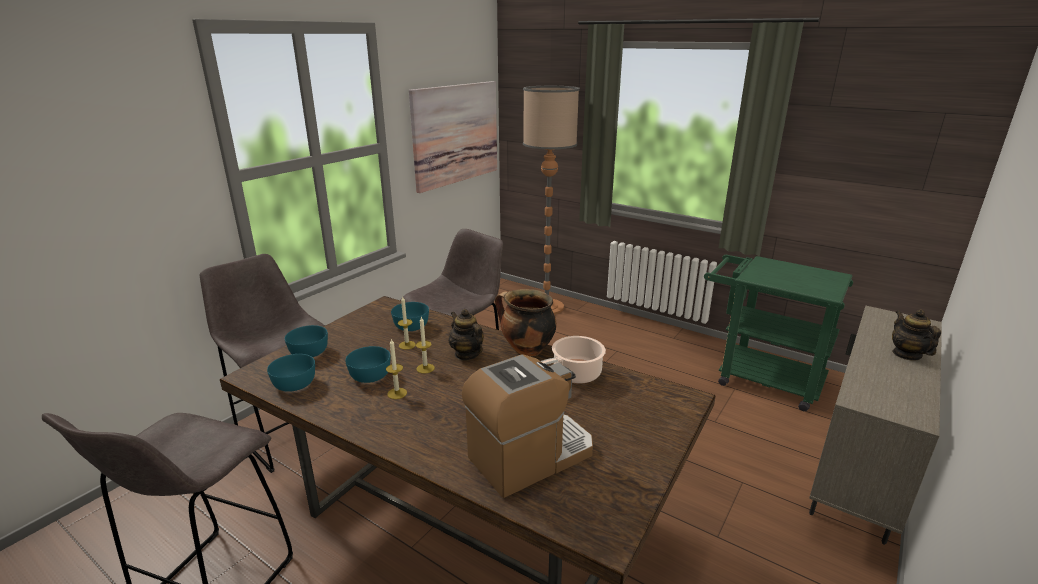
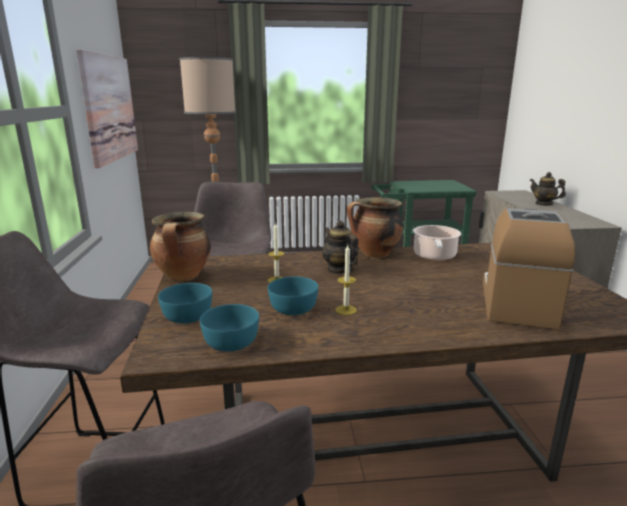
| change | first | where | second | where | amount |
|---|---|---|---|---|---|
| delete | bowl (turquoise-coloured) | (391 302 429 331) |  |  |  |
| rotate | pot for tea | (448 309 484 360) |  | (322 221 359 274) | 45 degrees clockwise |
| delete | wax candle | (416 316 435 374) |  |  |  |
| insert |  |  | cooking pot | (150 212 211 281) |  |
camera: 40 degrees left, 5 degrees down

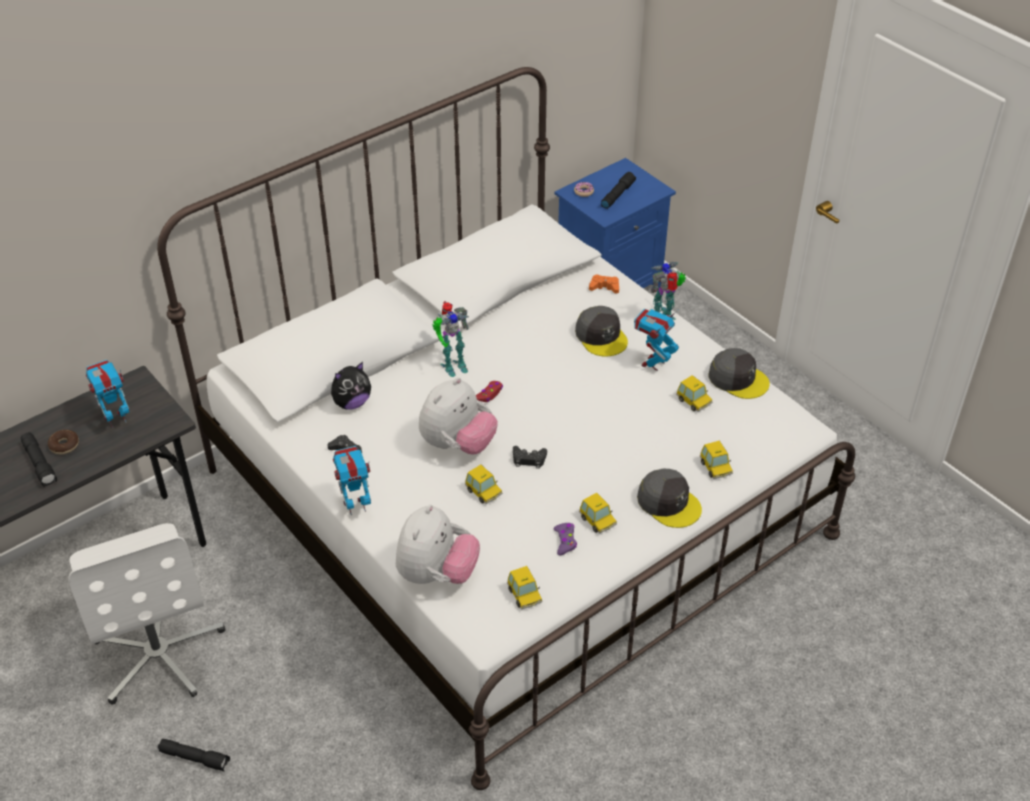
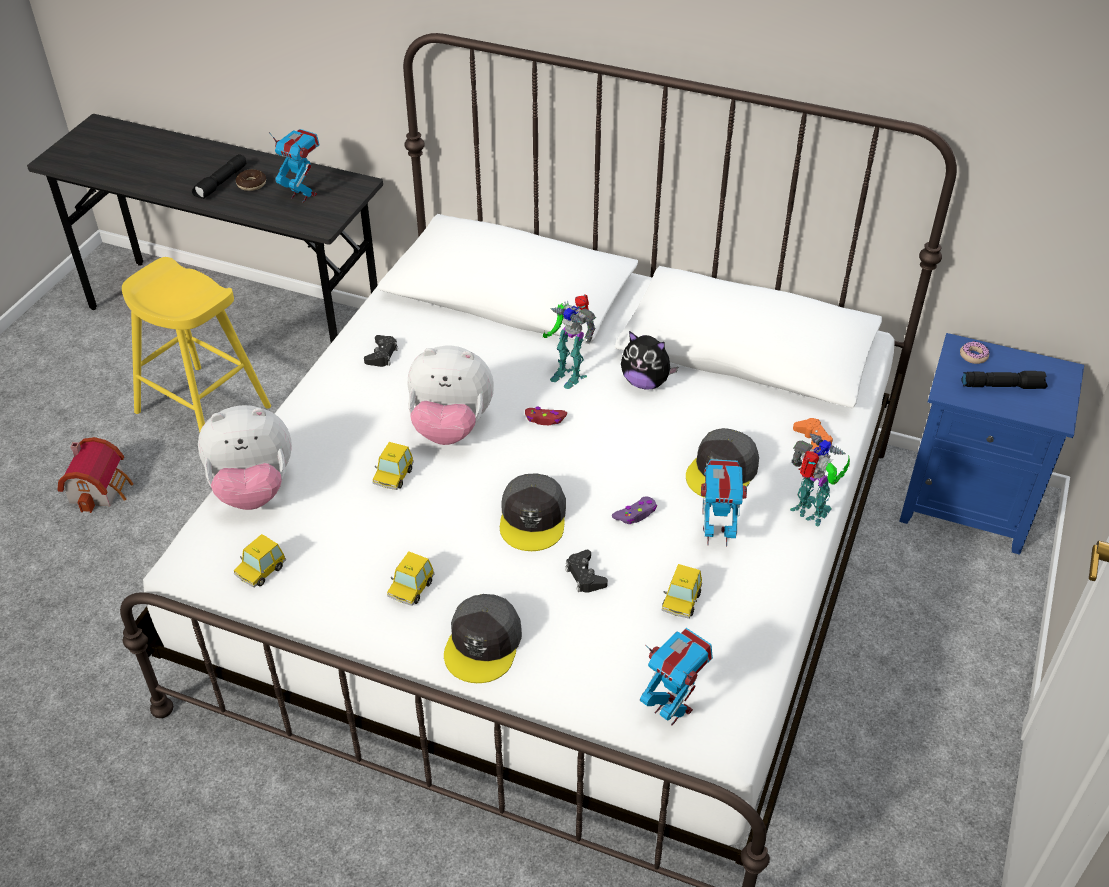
| change | first | where | second | where | amount |
|---|---|---|---|---|---|
| move | baseball cap (greyish) | (708 348 770 399) |  | (500 473 566 551) |  |
| move | soft toy | (331 362 371 410) |  | (621 331 678 389) |  |
| delete | miniature car | (700 441 733 479) |  |  |  |
| move | robot figure | (333 446 371 515) |  | (640 628 713 725) |  |
| move | joypad (blackish) | (513 446 547 469) |  | (565 550 608 593) |  |
| replace | computer chair (white-coloured) | (68 523 225 705) | stool seat (yellow) | (122 257 271 432) |  |
| move | joypad (purple) | (554 523 577 556) |  | (612 496 657 524) |  |
| replace | hand torch (blackish) | (158 739 230 771) | miniature house | (57 437 133 513) |  |
camera: 60 degrees right, 0 degrees up

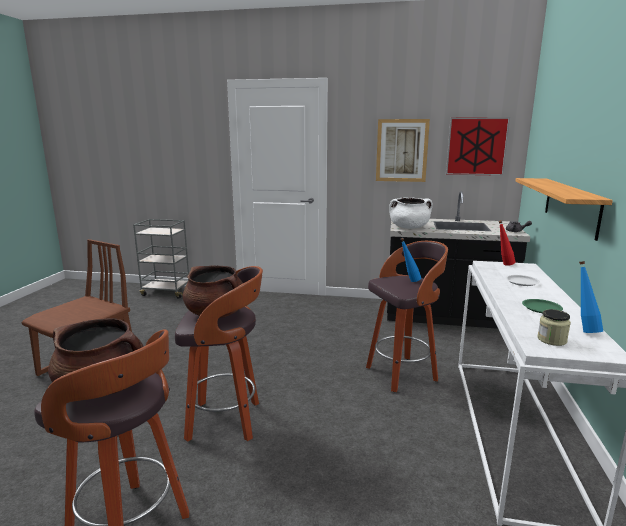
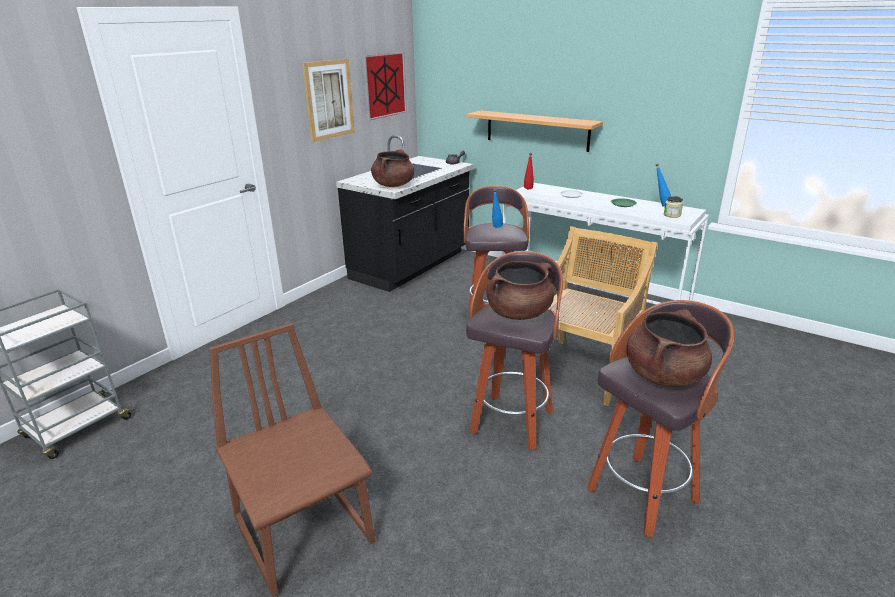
| change | first | where | second | where | amount |
|---|---|---|---|---|---|
| recolor | cooking pot (white-coloured) | (389 197 433 229) | cooking pot (brownish) | (371 150 414 187) |  |
| insert |  |  | chair (sand-coloured) | (535 226 658 406) |  |
camera: 65 degrees left, 10 degrees up

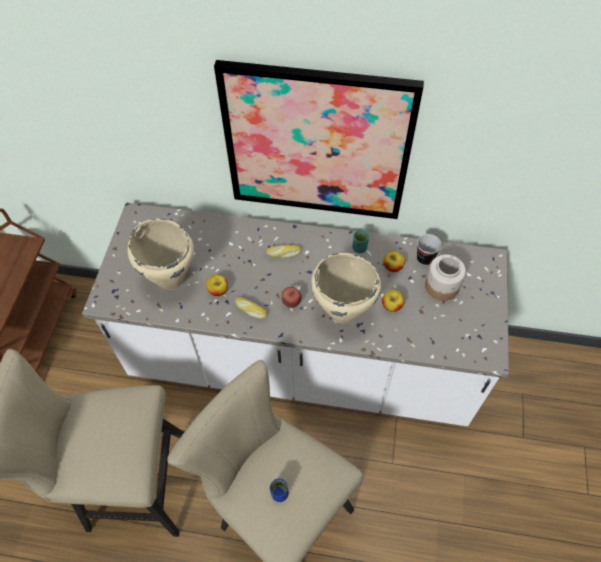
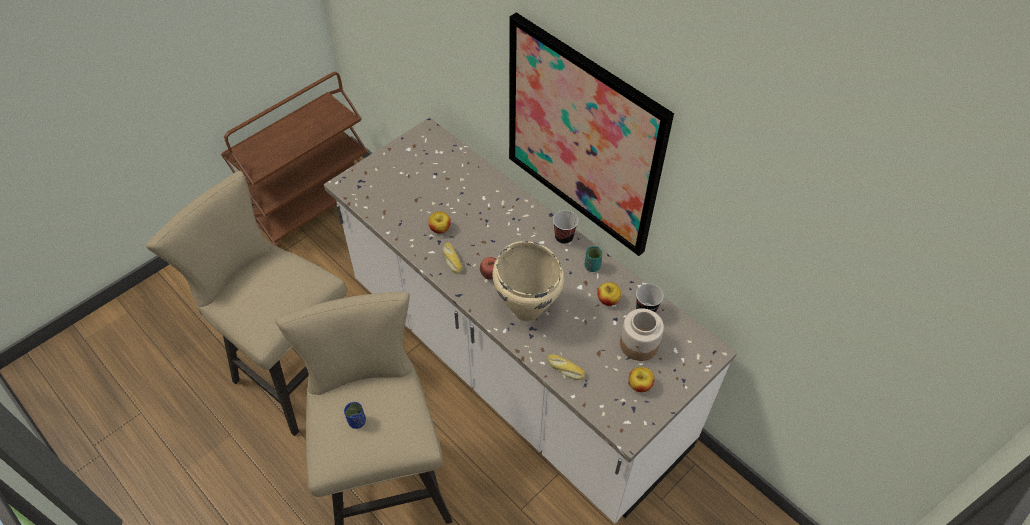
| change | first | where | second | where | amount |
|---|---|---|---|---|---|
| delete | cooking pot (sand-coloured) | (127 219 194 290) |  |  |  |
| move | bakery bread | (266 245 302 257) |  | (547 354 585 380) |  |
| move | whole apple | (382 290 405 312) |  | (629 367 655 392) |  |
| insert |  |  | small cup | (553 210 578 244) |  |
camera: 35 degrees right, 5 degrees down

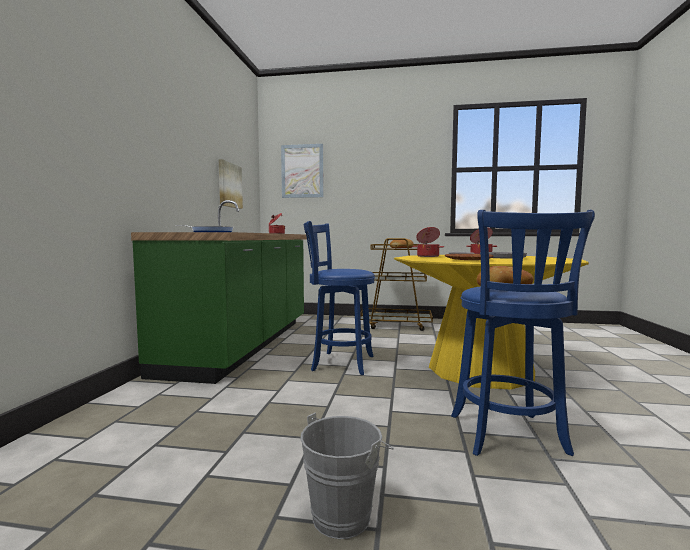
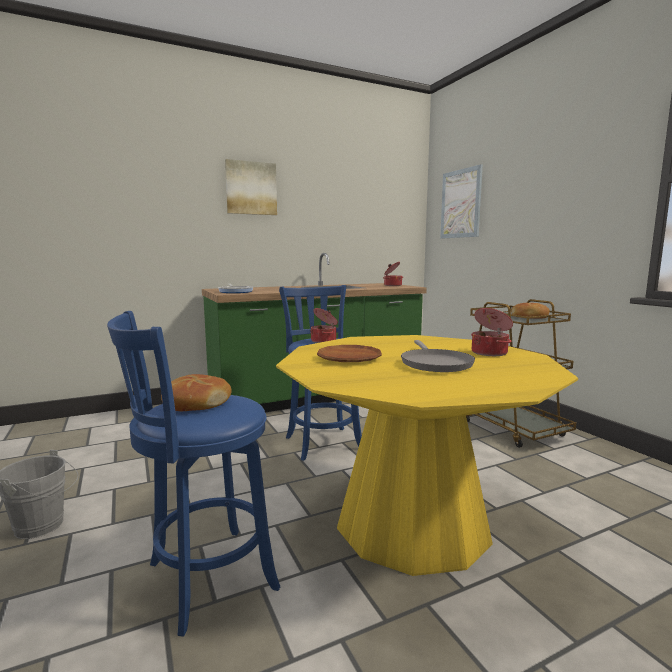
| change | first | where | second | where | amount |
|---|---|---|---|---|---|
| move | picture | (219 159 243 209) |  | (225 159 277 215) |  |
| move | cooking pot | (413 227 444 257) |  | (311 308 338 343) |  |
camera: 55 degrees right, 5 degrees up

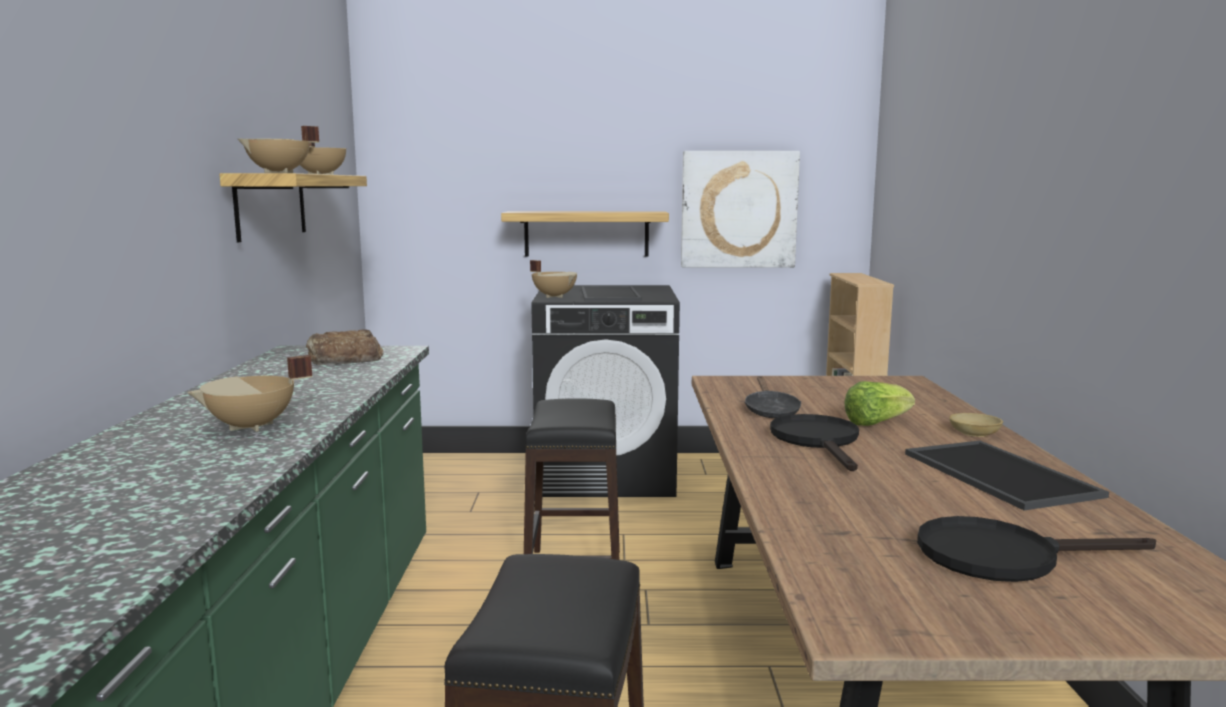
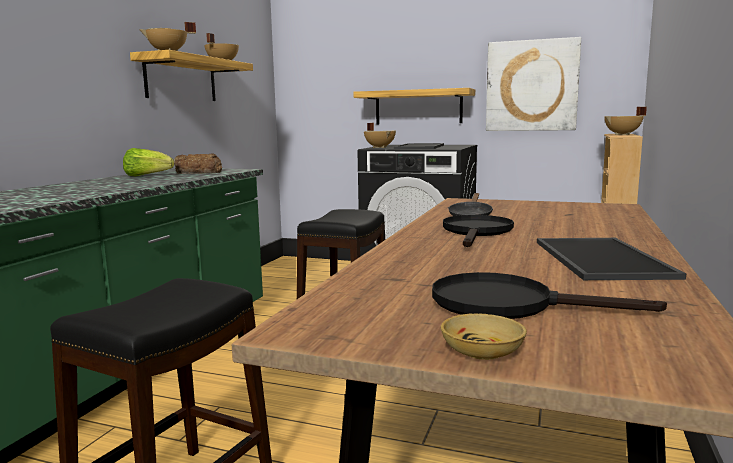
| change | first | where | second | where | amount |
|---|---|---|---|---|---|
| move | cooking pot (sand-coloured) | (187 355 312 432) |  | (604 107 647 135) |  |
| move | lettuce head | (844 381 915 426) |  | (123 148 174 176) |  |
| move | bowl (sand-coloured) | (949 413 1003 437) |  | (441 313 527 360) |  |
camera: 20 degrees right, 0 degrees up

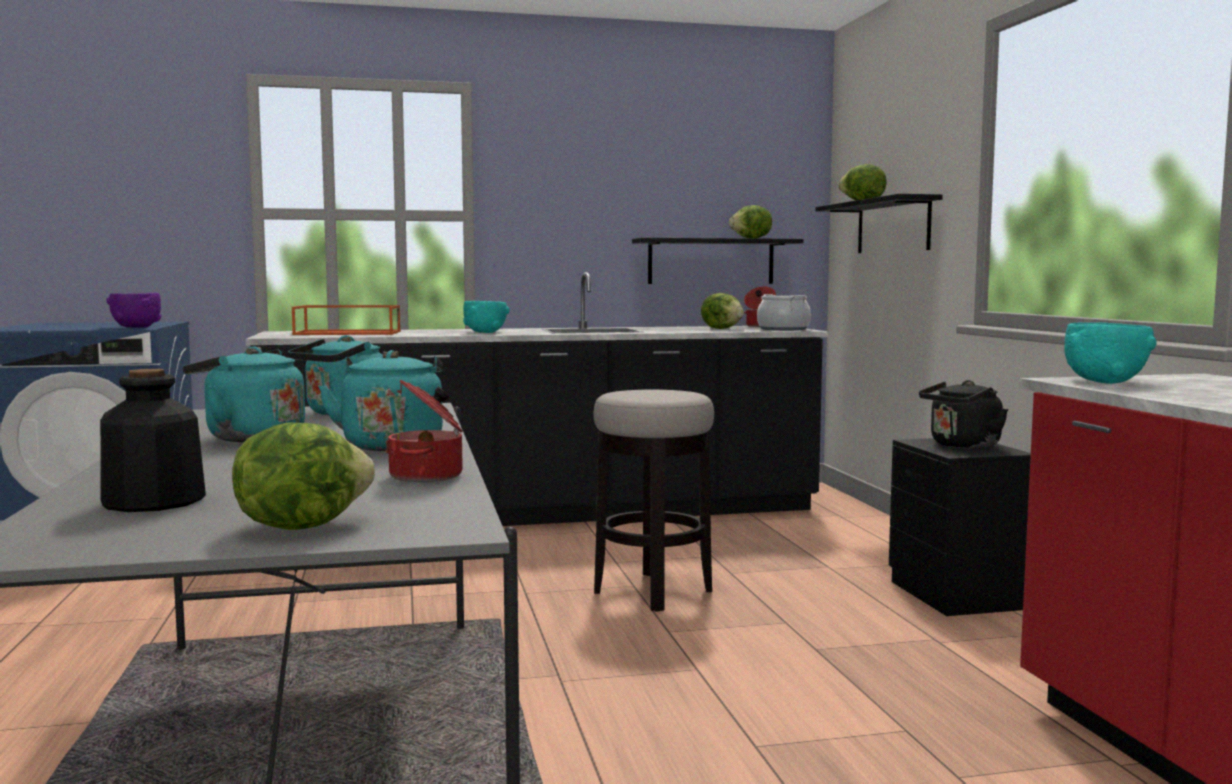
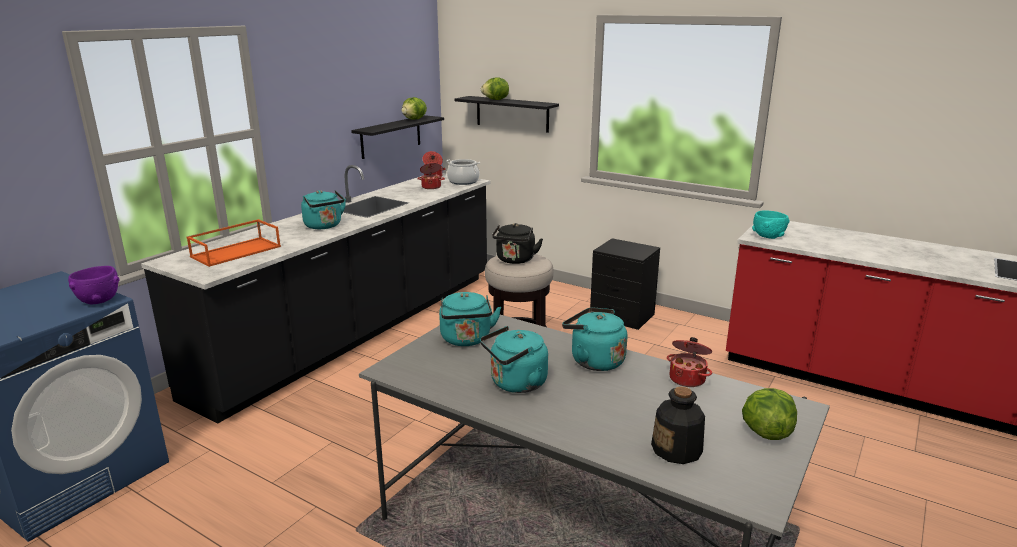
| change | first | where | second | where | amount |
|---|---|---|---|---|---|
| replace | lettuce head | (701 293 744 329) | cooking pot | (417 163 445 189) |  |
| replace | bowl (turquoise-coloured) | (463 301 510 333) | tea kettle (turquoise-coloured) | (301 190 346 229) |  |
| move | tea kettle (blackish) | (919 380 1008 449) |  | (492 223 543 264) |  |
camera: 45 degrees left, 15 degrees up

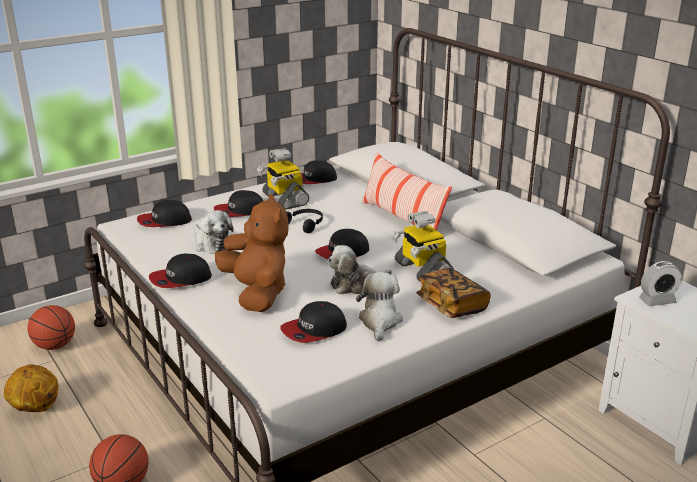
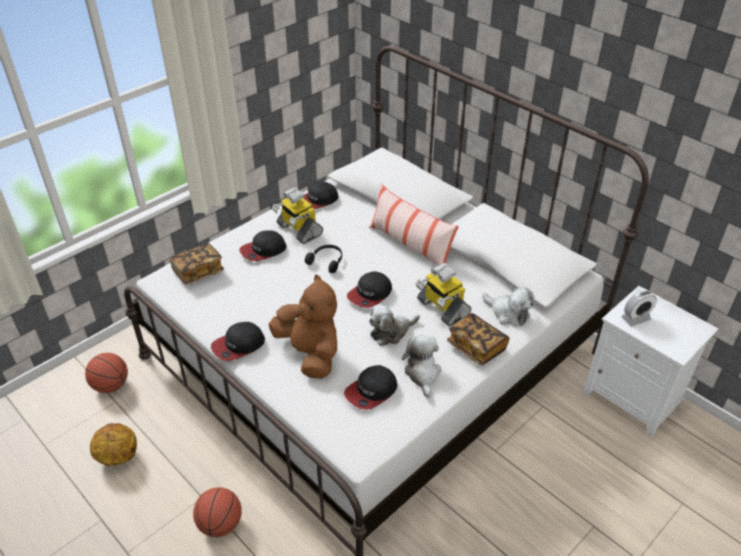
| change | first | where | second | where | amount |
|---|---|---|---|---|---|
| replace | baseball cap | (137 200 192 227) | volume | (169 243 224 284) |  |
| move | soft toy | (193 210 234 254) |  | (482 287 534 326) |  |
camera: 10 degrees left, 15 degrees up

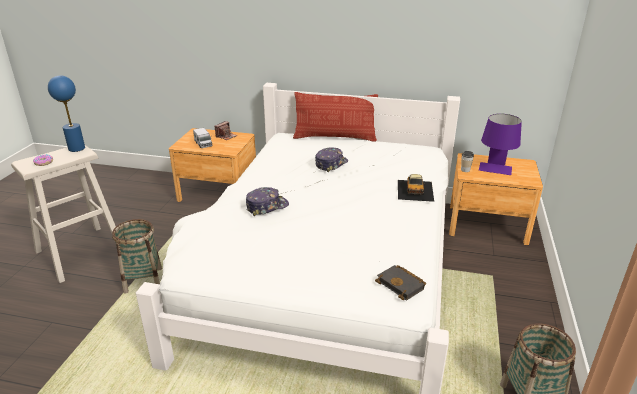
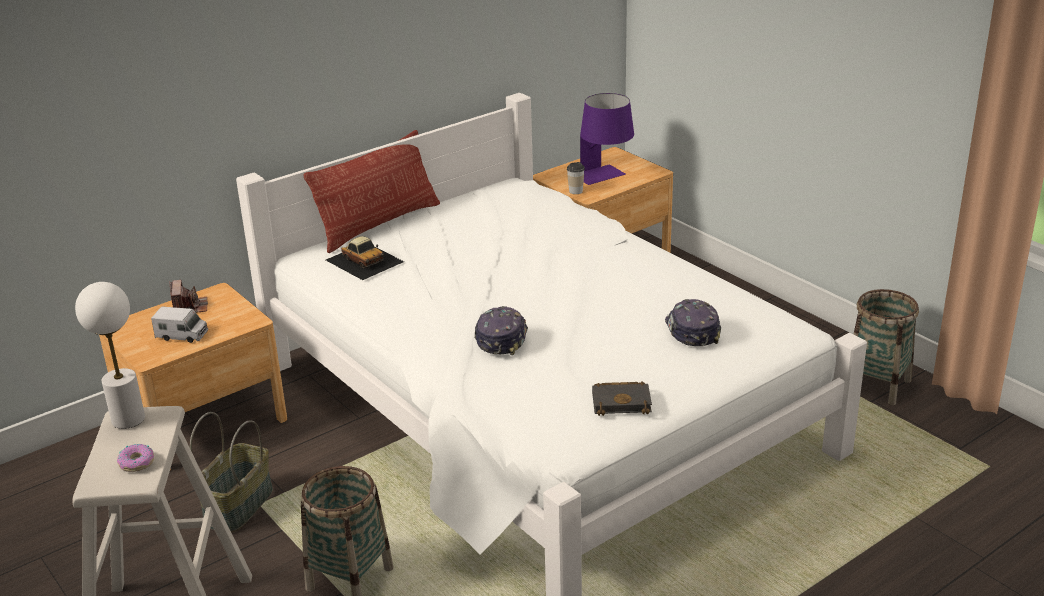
| change | first | where | second | where | amount |
|---|---|---|---|---|---|
| recolor | table lamp (blue-coloured) | (48 76 85 152) | table lamp (white-coloured) | (75 282 145 429) |  |
| move | baseball cap | (315 147 348 172) |  | (665 299 721 346) |  |
| move | miniature car | (398 174 434 202) |  | (326 236 404 280) |  |
| move | volume (blackish) | (375 265 426 301) |  | (592 381 652 416) |  |
| insert |  |  | household basket | (190 412 273 533) |  |
camera: 50 degrees left, 0 degrees up

